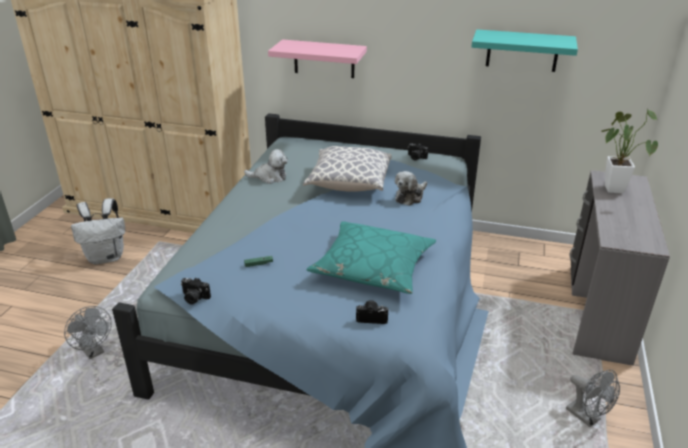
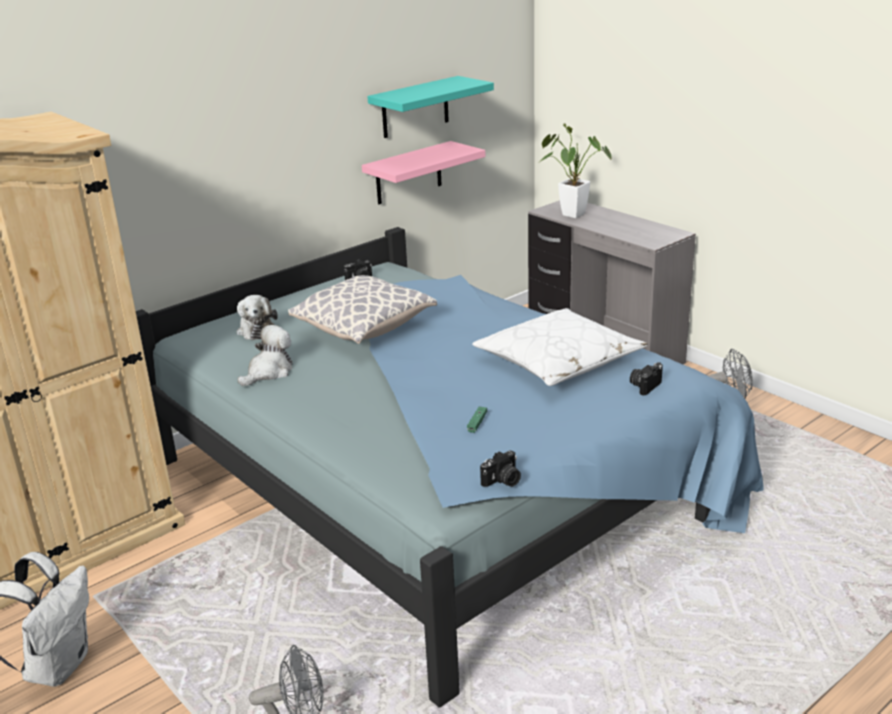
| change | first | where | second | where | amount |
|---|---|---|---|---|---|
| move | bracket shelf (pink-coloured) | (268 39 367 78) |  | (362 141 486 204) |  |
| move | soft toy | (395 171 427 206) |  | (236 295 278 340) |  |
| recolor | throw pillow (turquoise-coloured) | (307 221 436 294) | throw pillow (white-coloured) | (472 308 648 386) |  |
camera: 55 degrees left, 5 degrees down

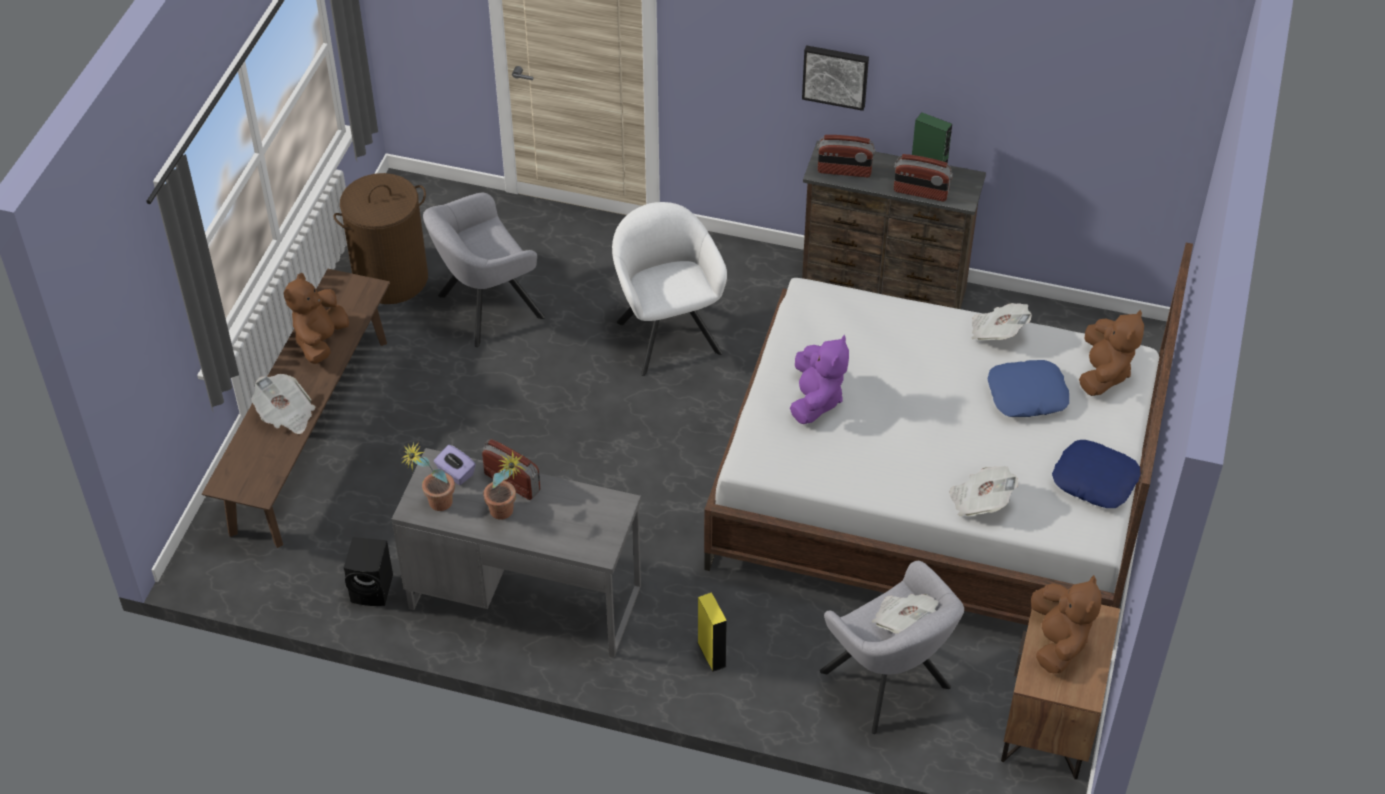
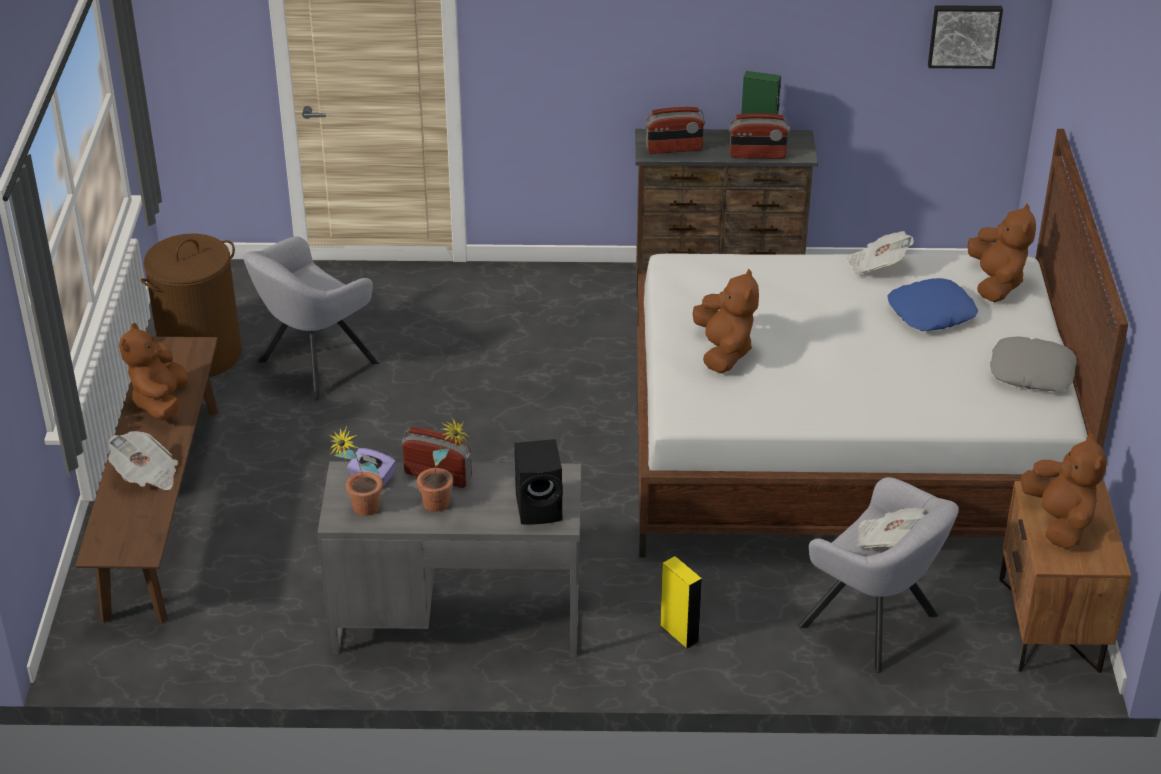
| change | first | where | second | where | amount |
|---|---|---|---|---|---|
| move | picture | (802 45 869 111) |  | (928 5 1003 69) |  |
| delete | lounge chair (white-coloured) | (612 202 727 376) |  |  |  |
| recolor | soft toy (purple) | (790 335 849 424) | soft toy (brownish) | (693 269 759 373) |  |
| recolor | throw pillow (blue-coloured) | (1052 440 1140 508) | throw pillow (greyish) | (990 336 1077 391) |  |
| delete | newspaper | (949 466 1018 516) |  |  |  |
| move | loudspeaker (blackish) | (344 537 393 606) |  | (514 439 563 524) |  |
camera: 15 degrees left, 10 degrees down

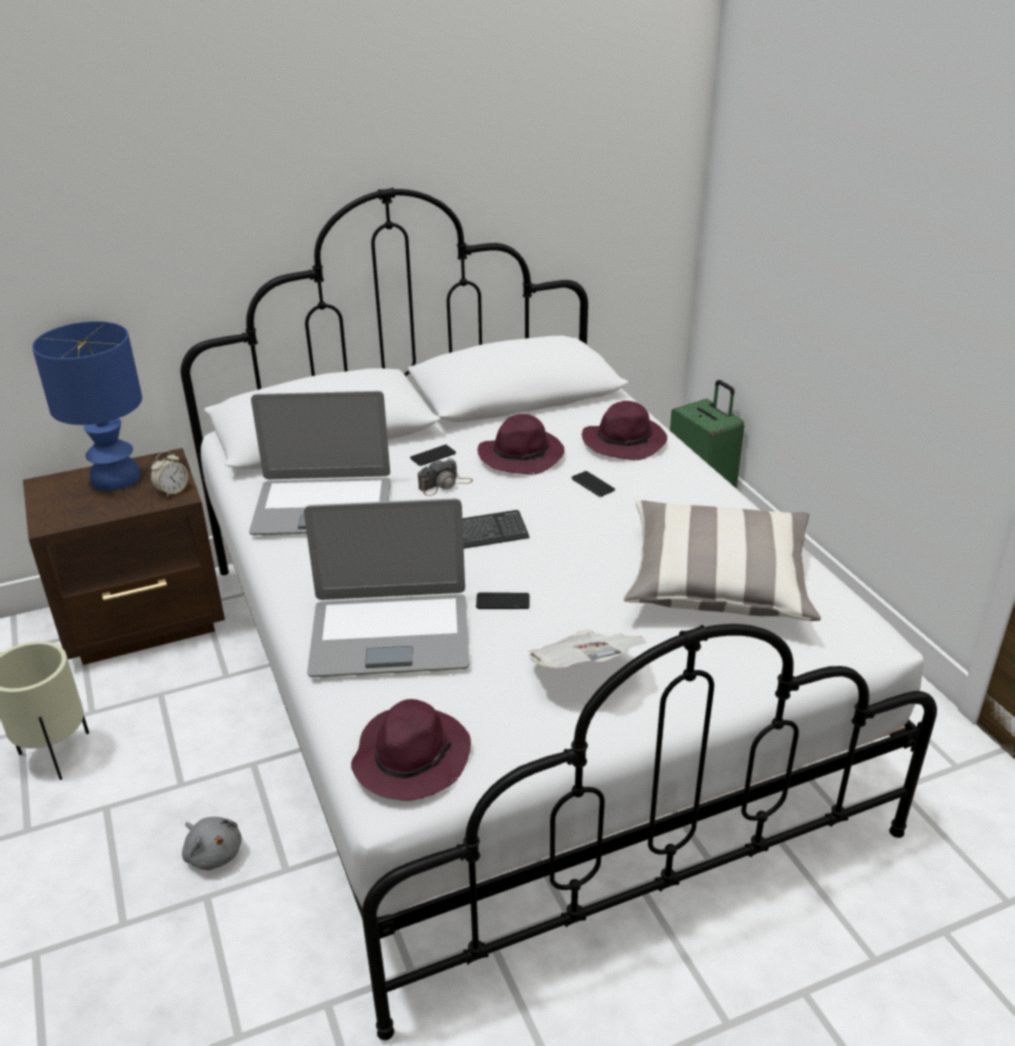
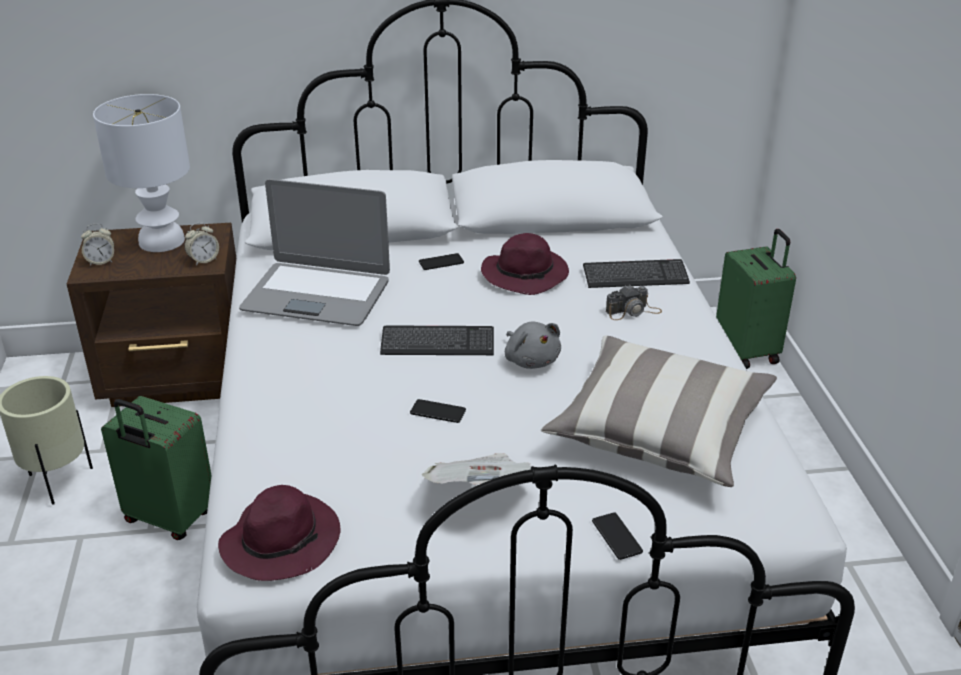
| change | first | where | second | where | amount |
|---|---|---|---|---|---|
| recolor | table lamp (blue-coloured) | (32 321 142 491) | table lamp (white-coloured) | (93 94 190 252) |  |
| replace | clothing hat (purple) | (582 401 667 460) | keyboard | (583 259 690 288) |  |
| move | photo camera | (418 458 473 496) |  | (606 284 662 320) |  |
| move | telephone | (571 471 615 497) |  | (592 512 643 560) |  |
| delete | notebook computer | (304 498 470 677) |  |  |  |
| move | soft toy (greyish) | (182 817 242 871) |  | (505 322 561 369) |  |
| insert |  |  | alarm clock | (81 224 114 266) |  |
| insert |  |  | travel case (green-coloured) | (101 396 211 540) |  |
camera: 15 degrees right, 0 degrees up

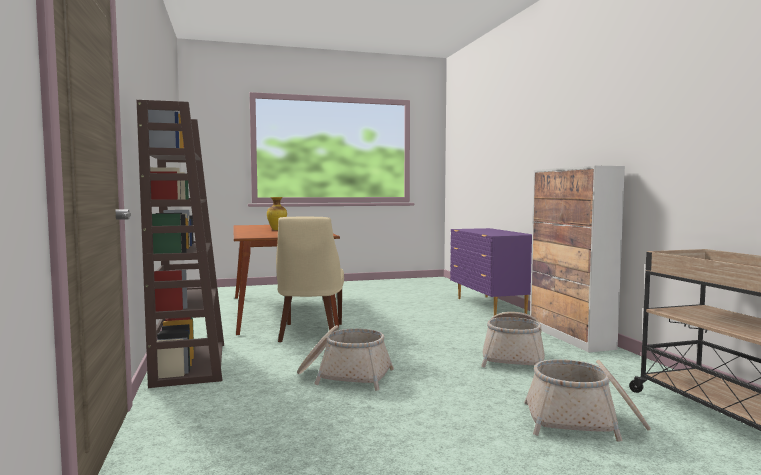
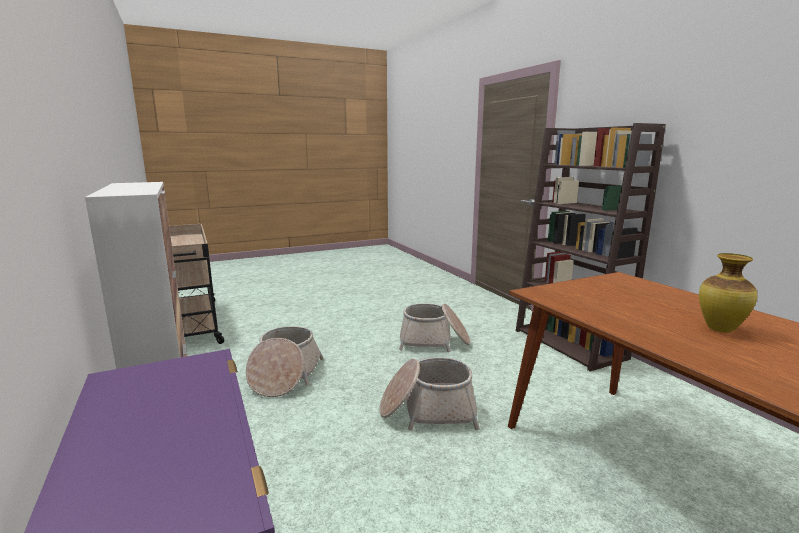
| change | first | where | second | where | amount |
|---|---|---|---|---|---|
| delete | chair (sand-coloured) | (276 217 344 342) |  |  |  |
| move | household basket | (524 359 651 442) |  | (379 357 480 431) |  |
camera: 170 degrees right, 10 degrees up

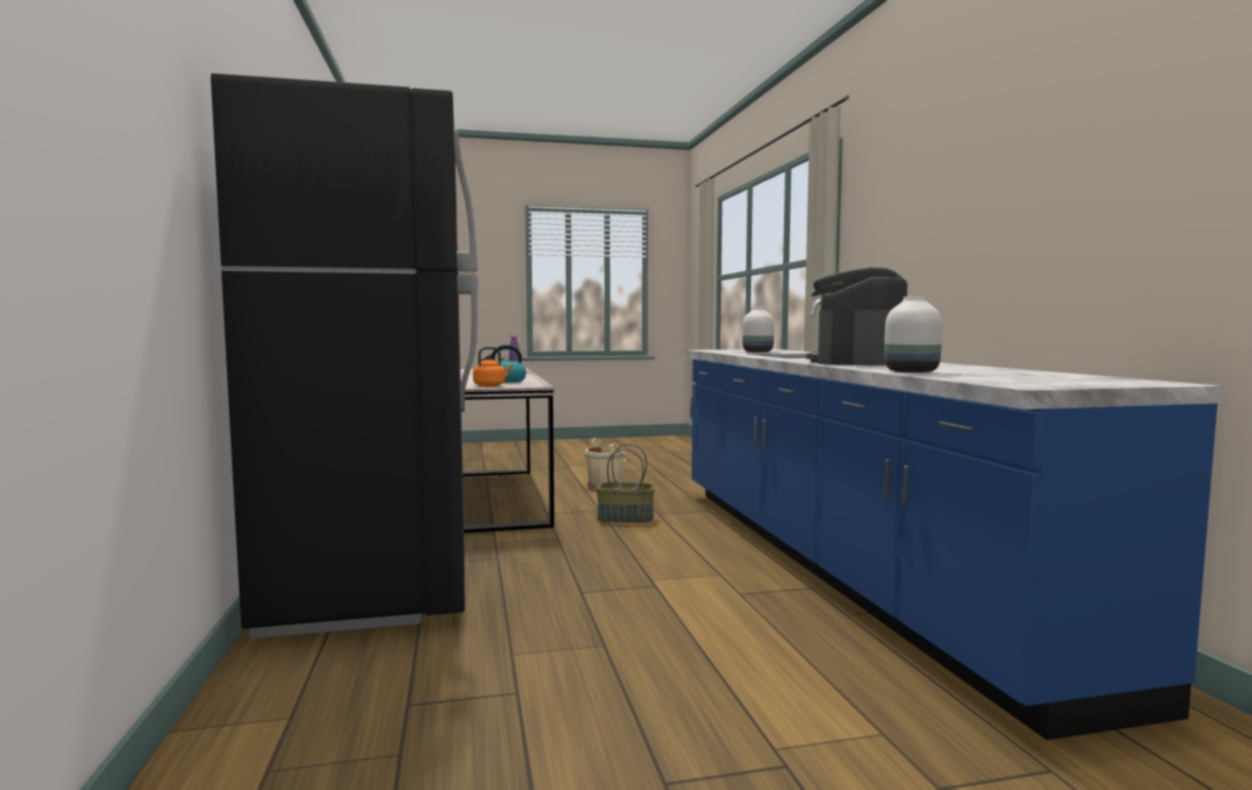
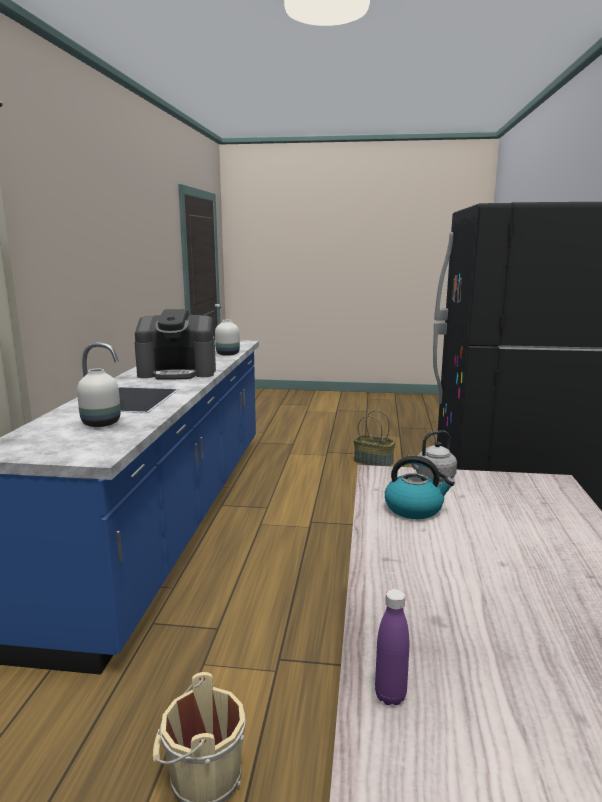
| change | first | where | second | where | amount |
|---|---|---|---|---|---|
| rotate | coffee maker | (806 267 908 365) |  | (134 309 216 380) | 45 degrees clockwise |
| recolor | tea kettle (orange) | (473 347 513 387) | tea kettle (greyish) | (407 430 457 482) |  |
| move | household basket | (596 444 655 523) |  | (354 410 395 466) |  |
camera: 160 degrees left, 10 degrees up

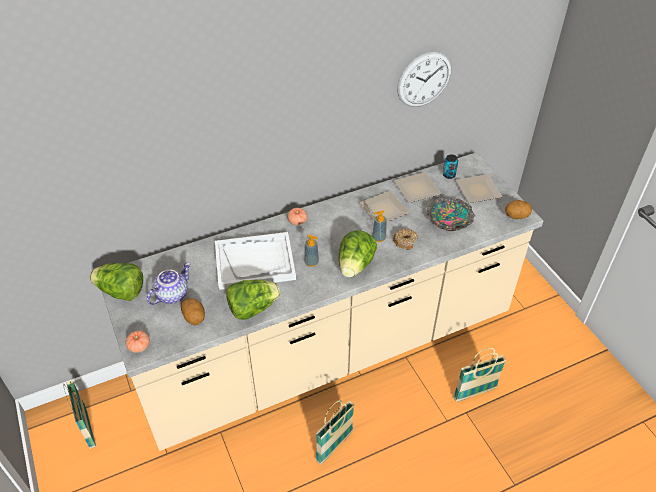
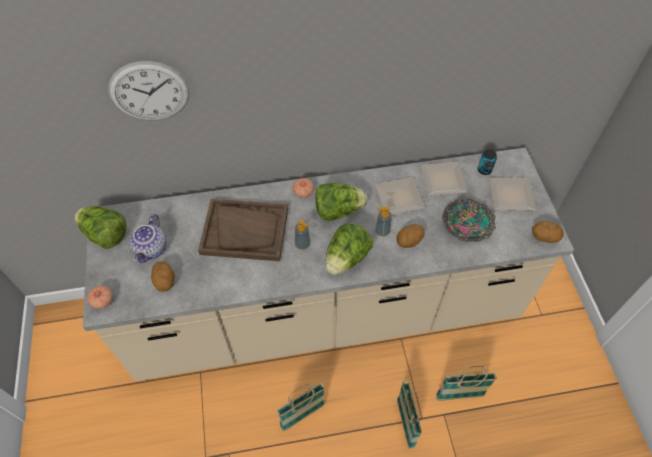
| change | first | where | second | where | amount |
|---|---|---|---|---|---|
| move | clock on the wall | (397 51 452 107) |  | (108 61 190 120) |  |
| replace | donut | (393 228 418 250) | whole potato | (396 224 425 248) |  |
| recolor | tray (white-coloured) | (215 232 296 290) | tray (brownish) | (198 199 288 261) |  |
| rotate | pot for tea | (147 263 190 305) |  | (129 214 167 263) | 135 degrees clockwise |
| move | lettuce head | (226 279 280 320) |  | (315 183 367 221) |  |
| move | household basket | (63 380 96 449) |  | (397 381 422 449) |  |
camera: 15 degrees right, 10 degrees up

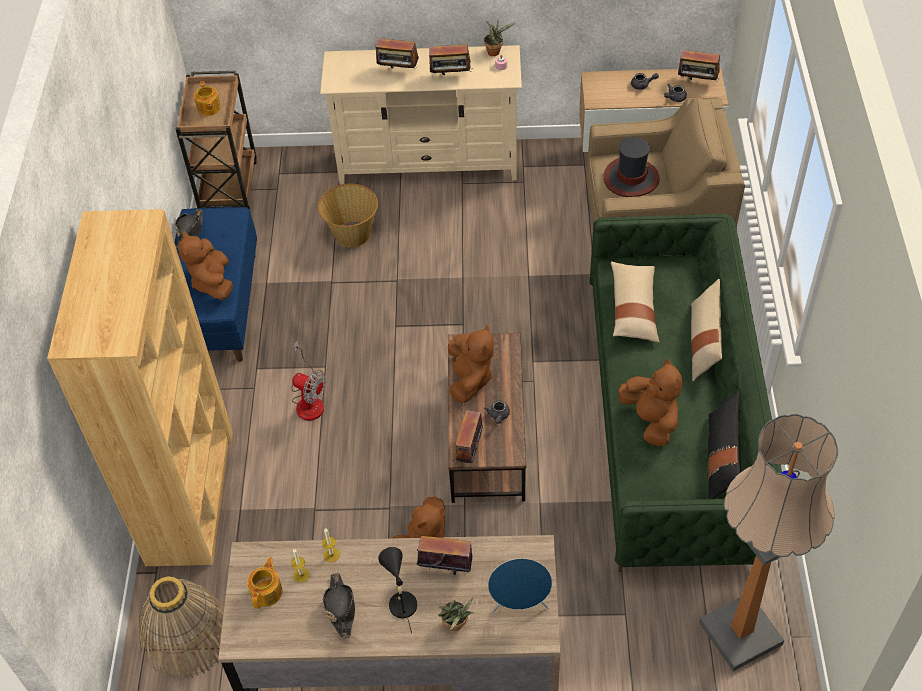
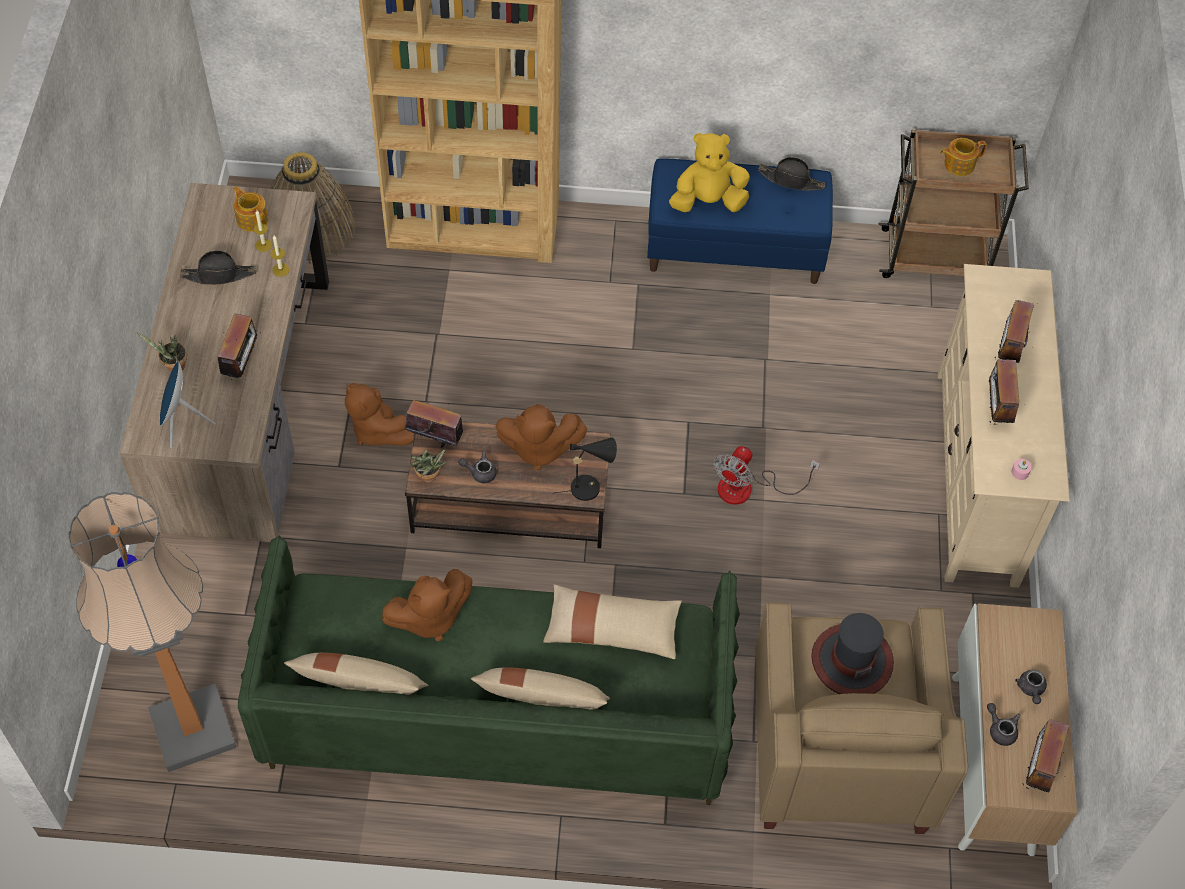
| change | first | where | second | where | amount |
|---|---|---|---|---|---|
| move | potted plant | (484 21 516 56) |  | (411 448 446 483) |  |
| delete | household basket | (318 183 378 247) |  |  |  |
| recolor | soft toy (brownish) | (178 231 233 300) | soft toy (yellow) | (669 133 750 212) |  |
| move | cooling fan | (291 340 326 421) |  | (713 446 820 505) |  |
| recolor | throw pillow (blackish) | (708 390 741 499) | throw pillow (sand-coloured) | (284 653 428 695) |  |
| move | table lamp (blackish) | (378 547 417 634) |  | (555 437 617 501) |  |
| rotate | pot for tea | (247 557 282 609) |  | (233 186 268 232) | 150 degrees counterclockwise |
camera: 90 degrees right, 5 degrees up

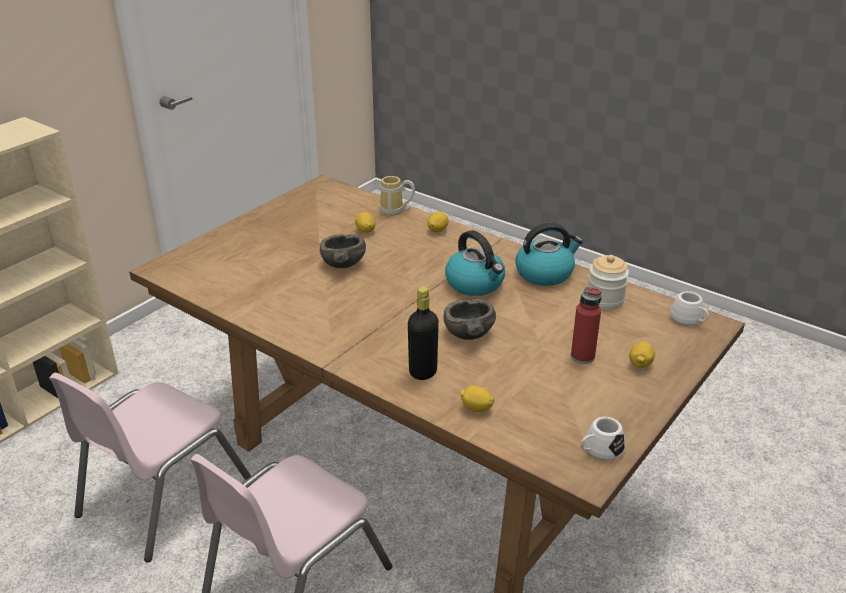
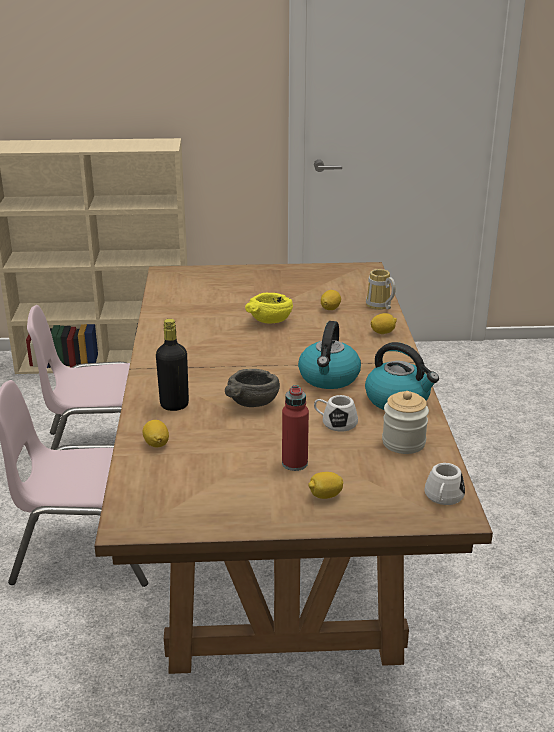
| change | first | where | second | where | amount |
|---|---|---|---|---|---|
| recolor | bowl (greyish) | (320 234 366 268) | bowl (yellow) | (245 293 293 323) |  |
| move | mug (white-coloured) | (580 417 625 460) |  | (314 395 358 431) |  |
camera: 50 degrees right, 5 degrees down

